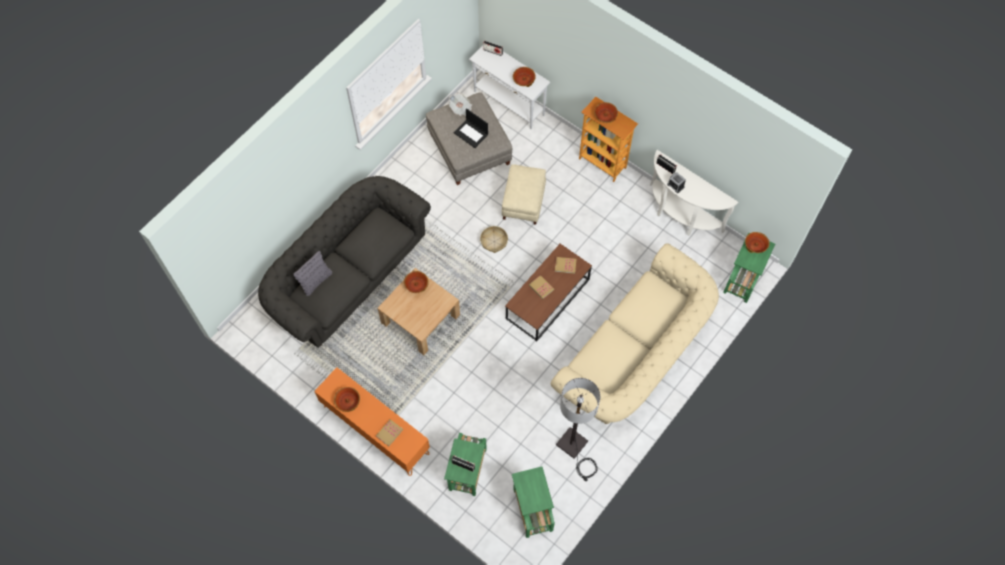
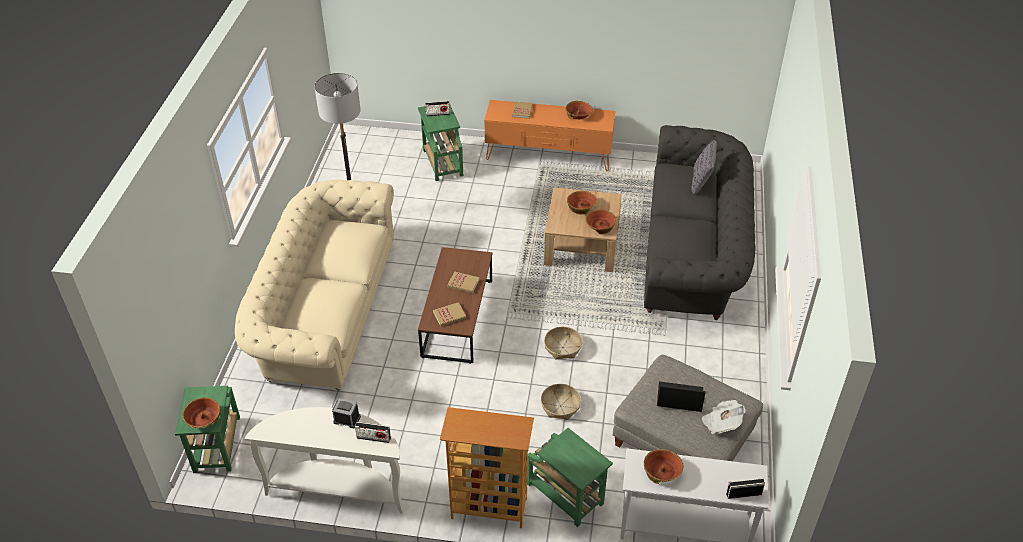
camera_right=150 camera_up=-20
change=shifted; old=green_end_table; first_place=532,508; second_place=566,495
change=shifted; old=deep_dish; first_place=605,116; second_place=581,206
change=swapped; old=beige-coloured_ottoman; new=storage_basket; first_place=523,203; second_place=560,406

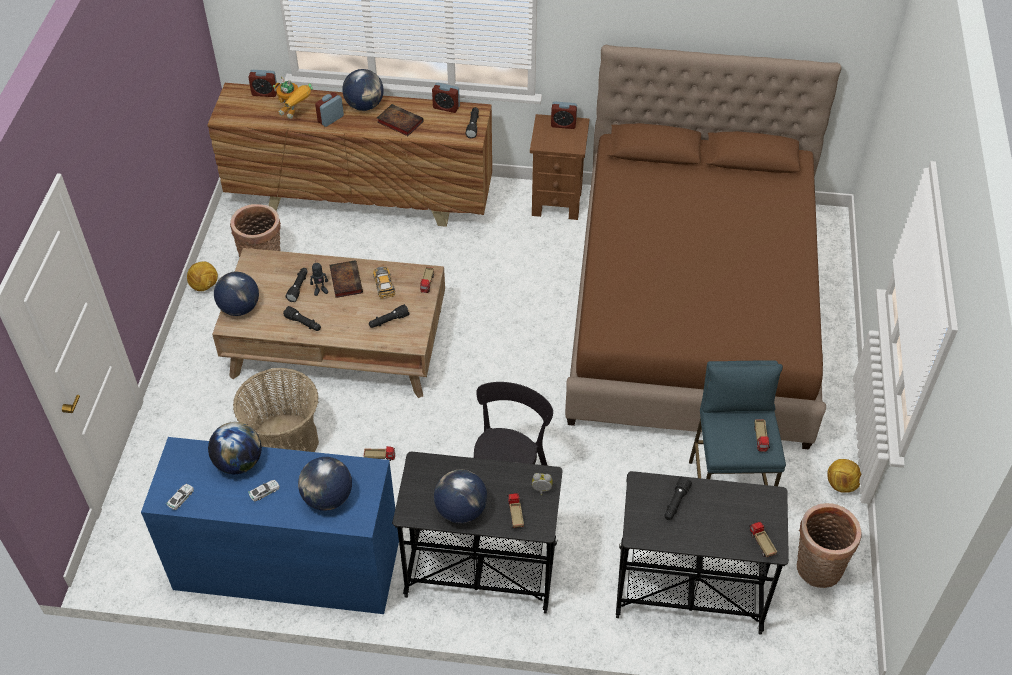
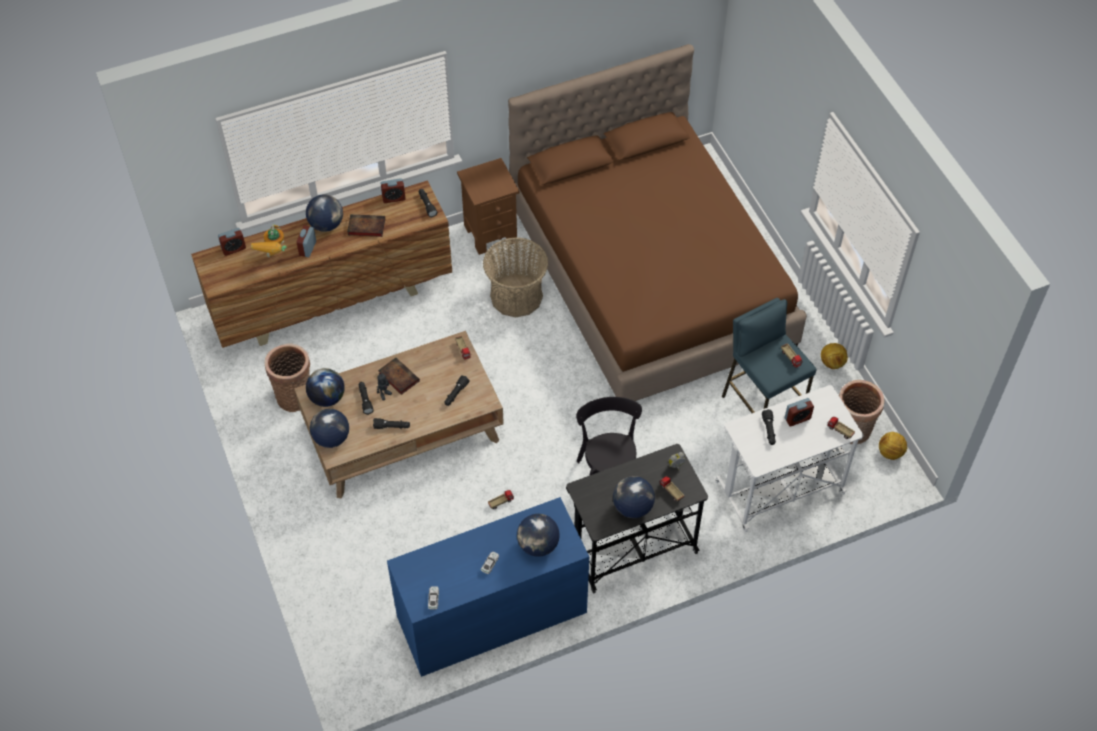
camera_right=-30 camera_up=5
change=gone; old=model_car; first_place=384,284
change=shifted; old=football; first_place=205,286; second_place=890,452
change=shifted; old=globe; first_place=238,462; second_place=327,398
change=shifted; old=storage_basket; first_place=285,442; second_place=516,296
change=shifted; old=alarm_clock; first_place=563,124; second_place=797,418
change=repainted; old=black-coloured_desk; new=whitish_desk; first_place=689,590; second_place=779,488
change=rotated; old=model_robot; first_place=295,114; second_place=275,256; degrees=90

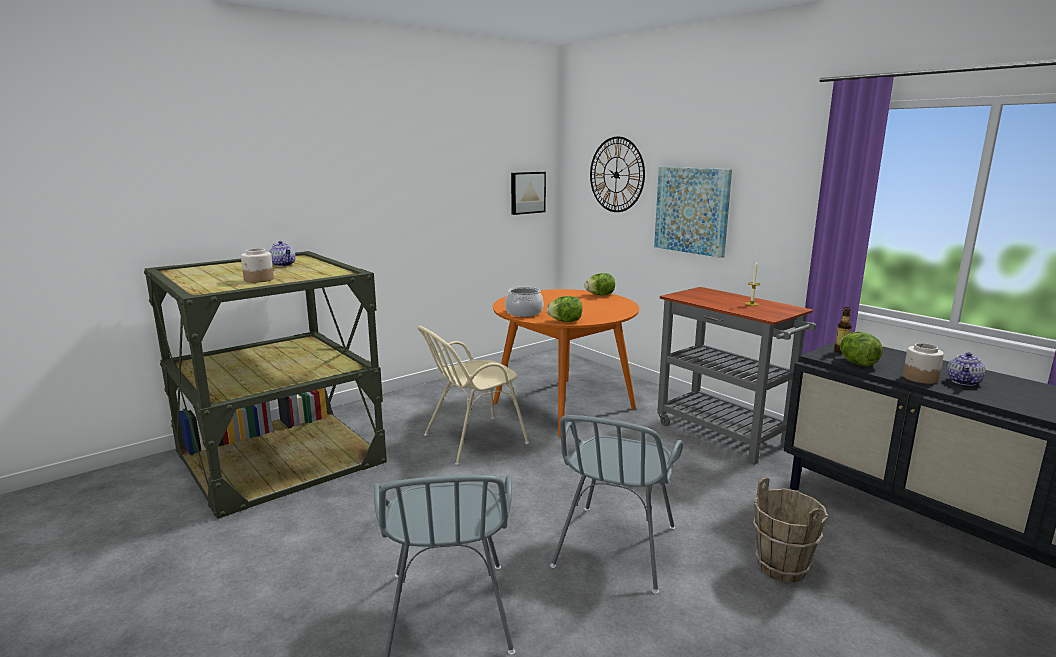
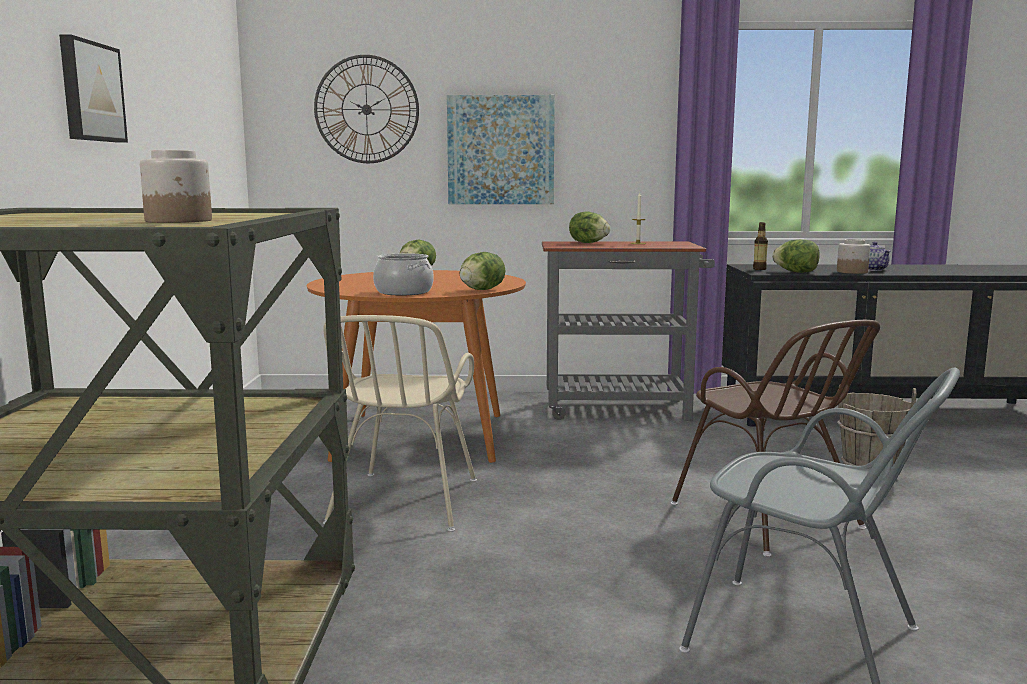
camera_right=-50 camera_up=-5
change=gone; old=teapot; first_place=283,265
change=new; new=lettuce; second_place=588,243
change=shifted; old=picture; first_place=527,192; second_place=90,92
change=repainted; old=gray_plain_chair; new=brown-coloured_plain_chair; first_place=615,550; second_place=769,518

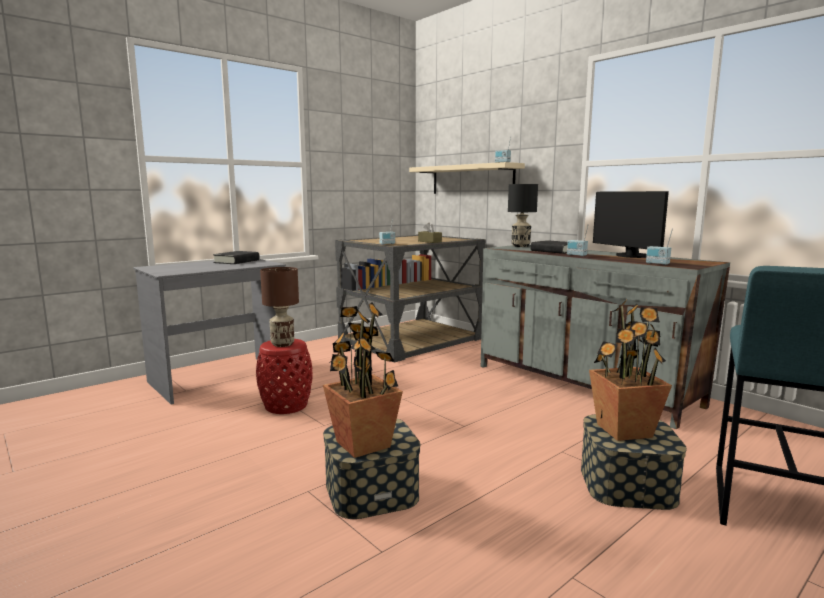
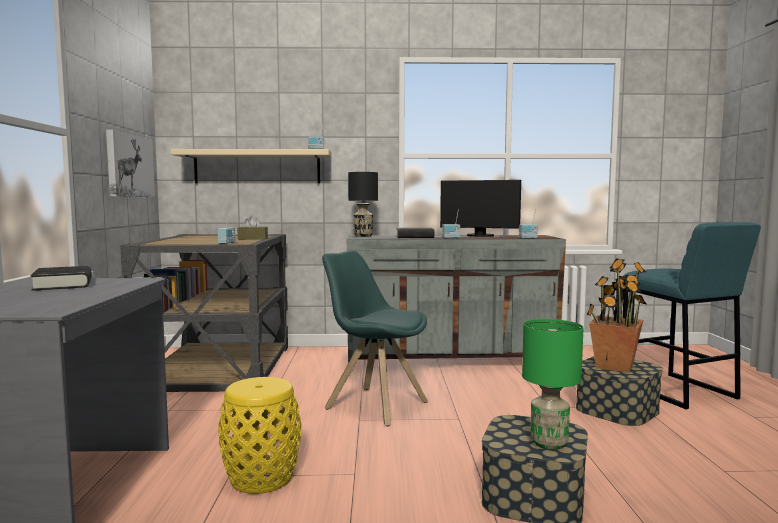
camera_right=-50 camera_up=-5
change=gone; old=brown-coloured_tabletop_lamp; first_place=283,344
change=new; new=picture; second_place=129,166
change=new; new=blue-green_plain_chair; second_place=375,405
change=swapped; old=potted_plant; new=green_tabletop_lamp; first_place=362,445; second_place=549,443
change=repainted; old=reddish_stool; new=yellowish_stool; first_place=286,406; second_place=262,478

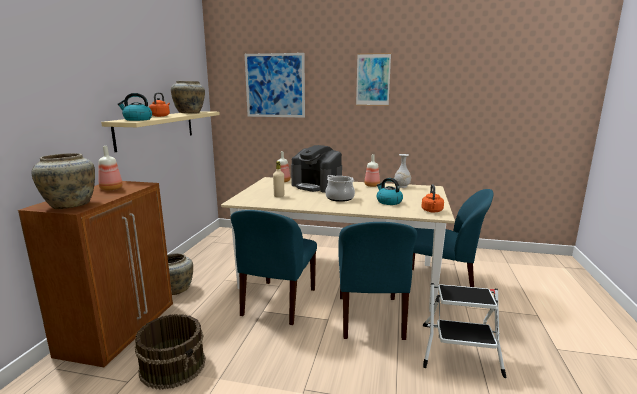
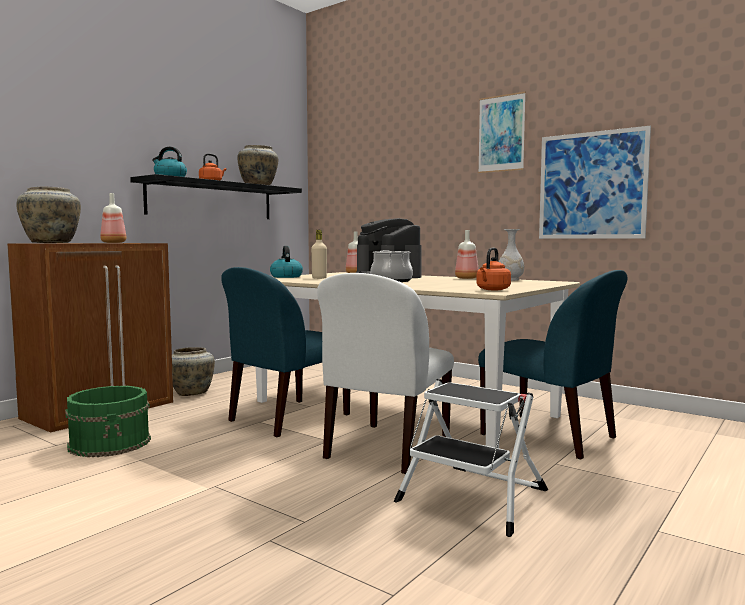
camera_right=25 camera_up=-10
change=shifted; old=picture; first_place=275,85; second_place=591,185
change=shifted; old=kettle; first_place=388,202; second_place=286,277
change=repainted; old=beige-coloured_wall_shelf; new=black-coloured_wall_shelf; first_place=157,129; second_place=212,200
change=repainted; old=brown-coloured_water_bucket; new=green_water_bucket; first_place=173,365; second_place=110,443
change=repainted; old=blue_plain_chair; new=whitish_plain_chair; first_place=370,318; second_place=386,449

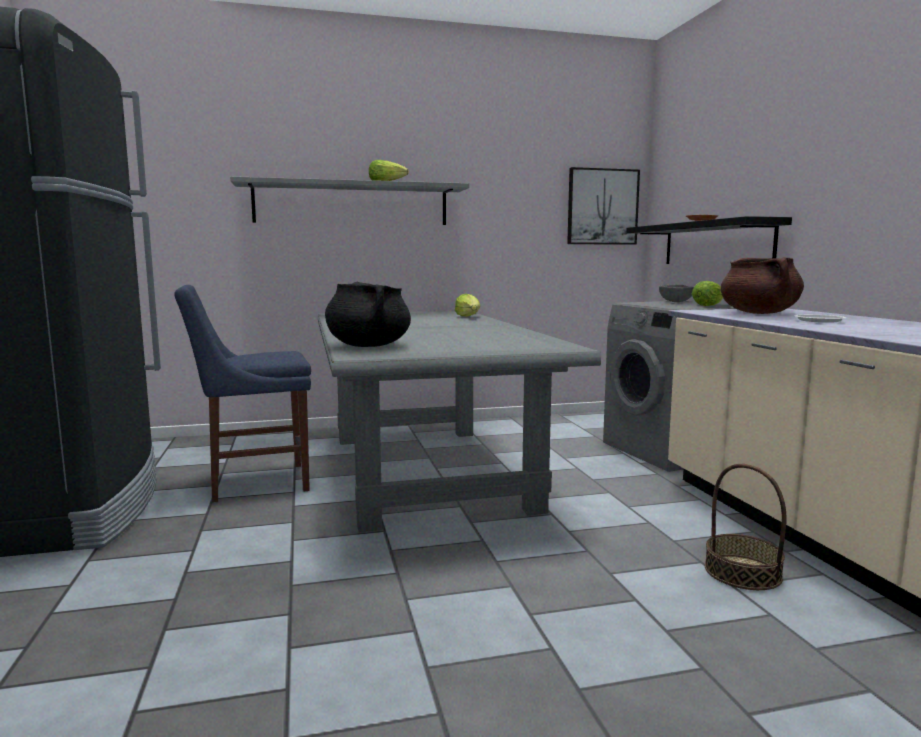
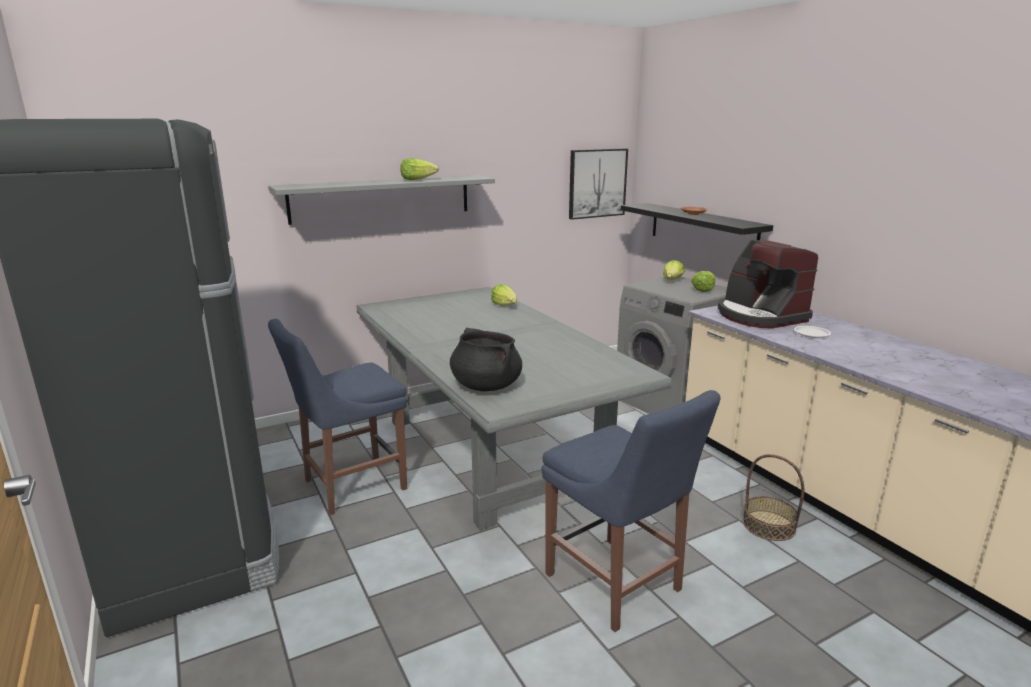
camera_right=-15 camera_up=10
change=new; new=blue_plain_chair; second_place=617,585
change=swapped; old=gray_deep_dish; new=lettuce; first_place=676,302; second_place=672,280
change=swapped; old=brown-coloured_saucepot; new=coffee_machine; first_place=759,313; second_place=759,316

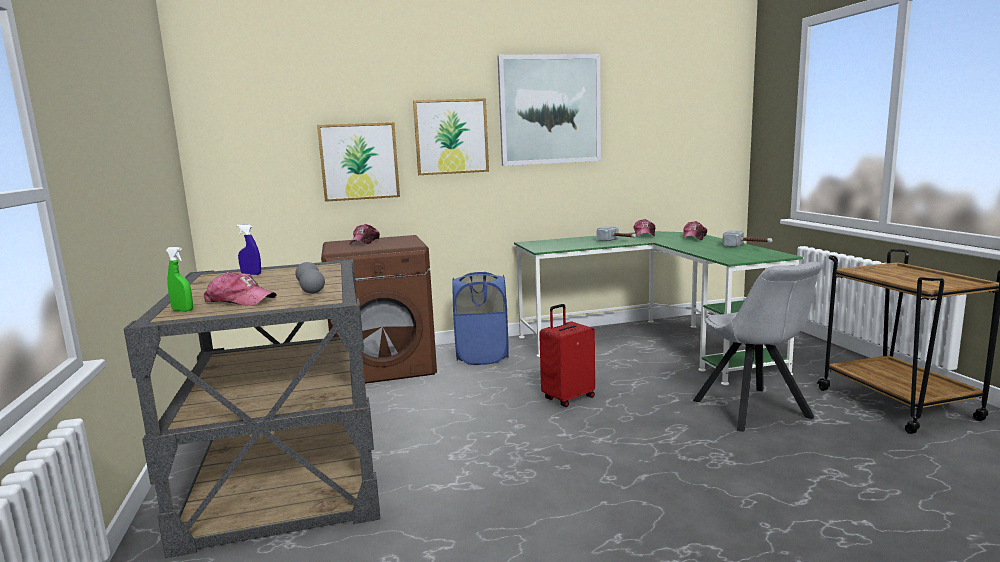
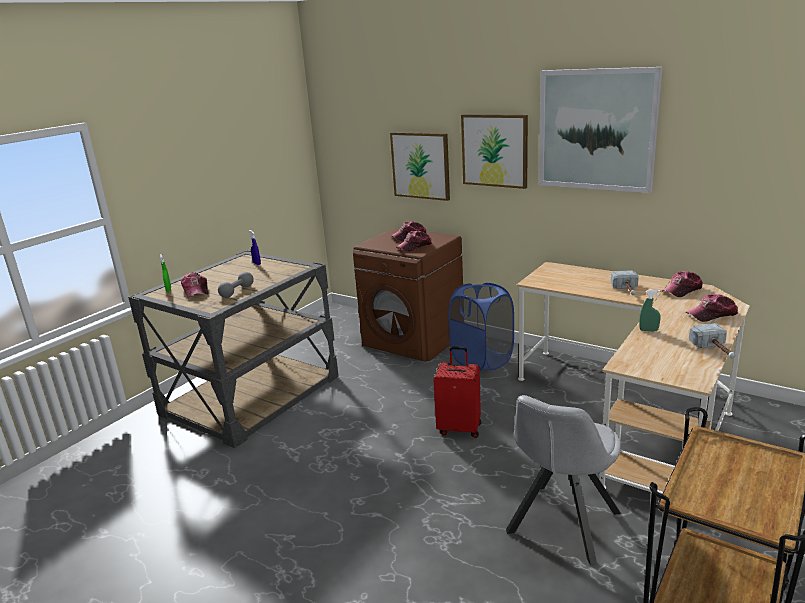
camera_right=50 camera_up=10
change=new; new=baseball_cap; second_place=414,246
change=new; new=green_hand_sprayer; second_place=648,330
change=repainted; old=green_desk; new=beige-coloured_desk; first_place=650,344; second_place=634,412

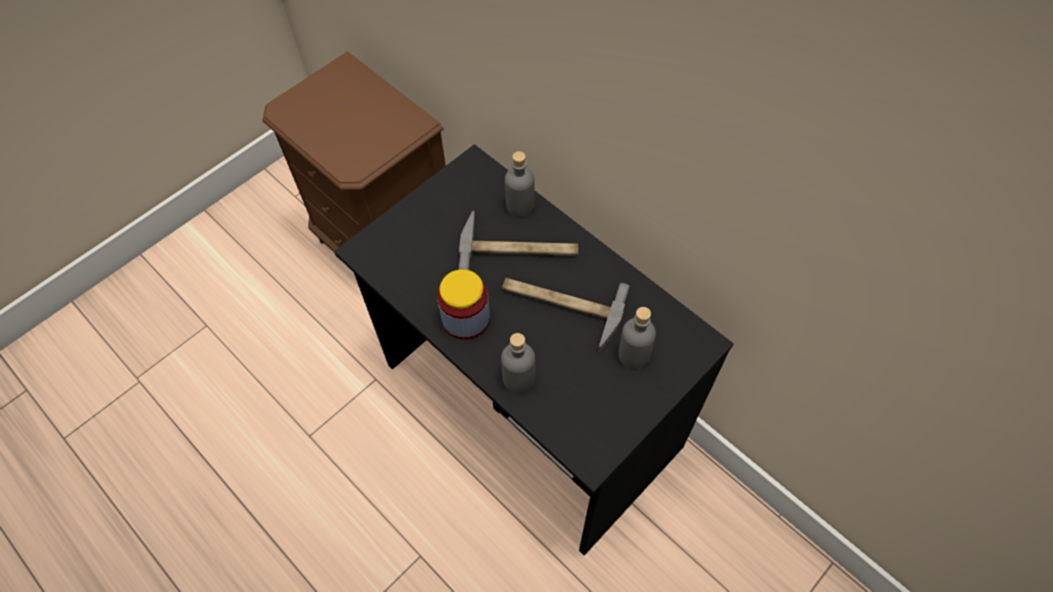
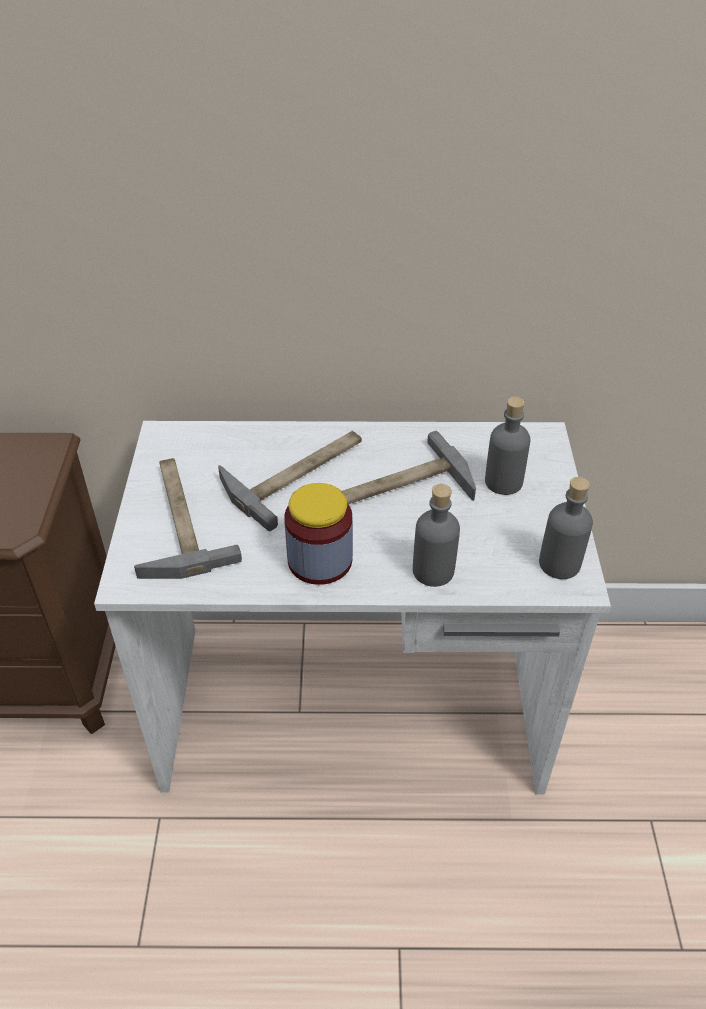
camera_right=-45 camera_up=-15
change=new; new=hand_hammer; second_place=177,519
change=shifted; old=gray_bottle; first_place=520,205; second_place=559,564
change=repainted; old=black-coloured_desk; new=whitish_desk; first_place=529,408; second_place=354,711

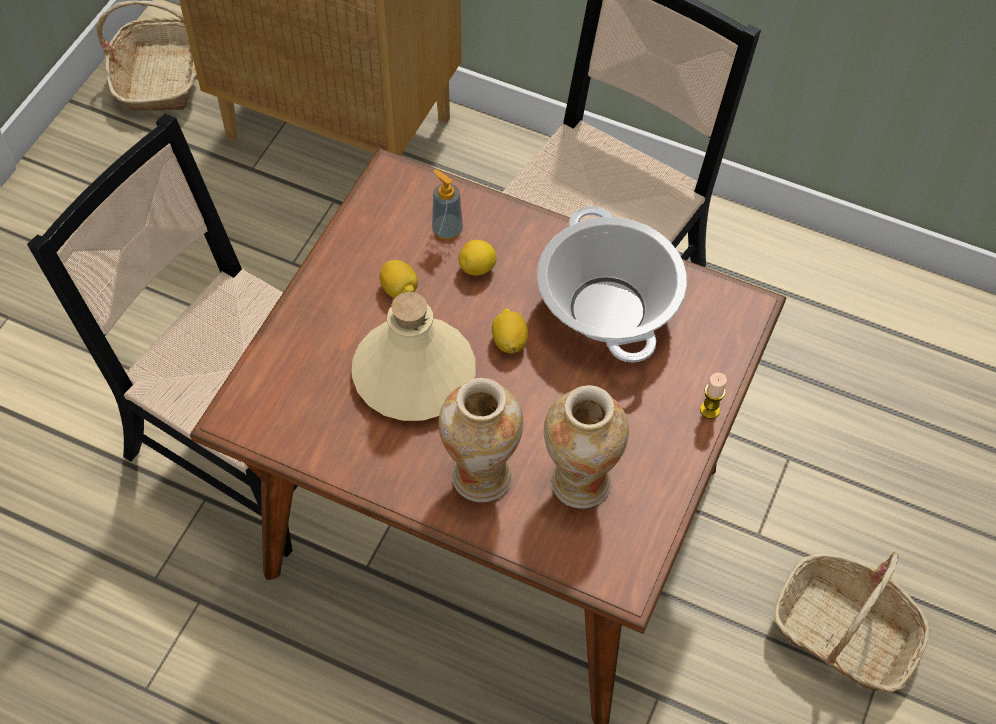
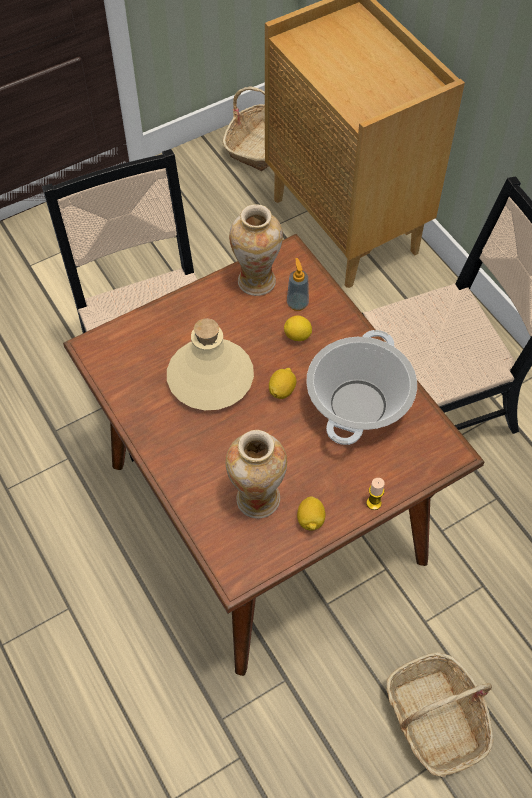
camera_right=35 camera_up=0
change=shifted; old=citrus_fruit; first_place=399,289; second_place=310,520
change=shifted; old=vase; first_place=481,475; second_place=256,281

